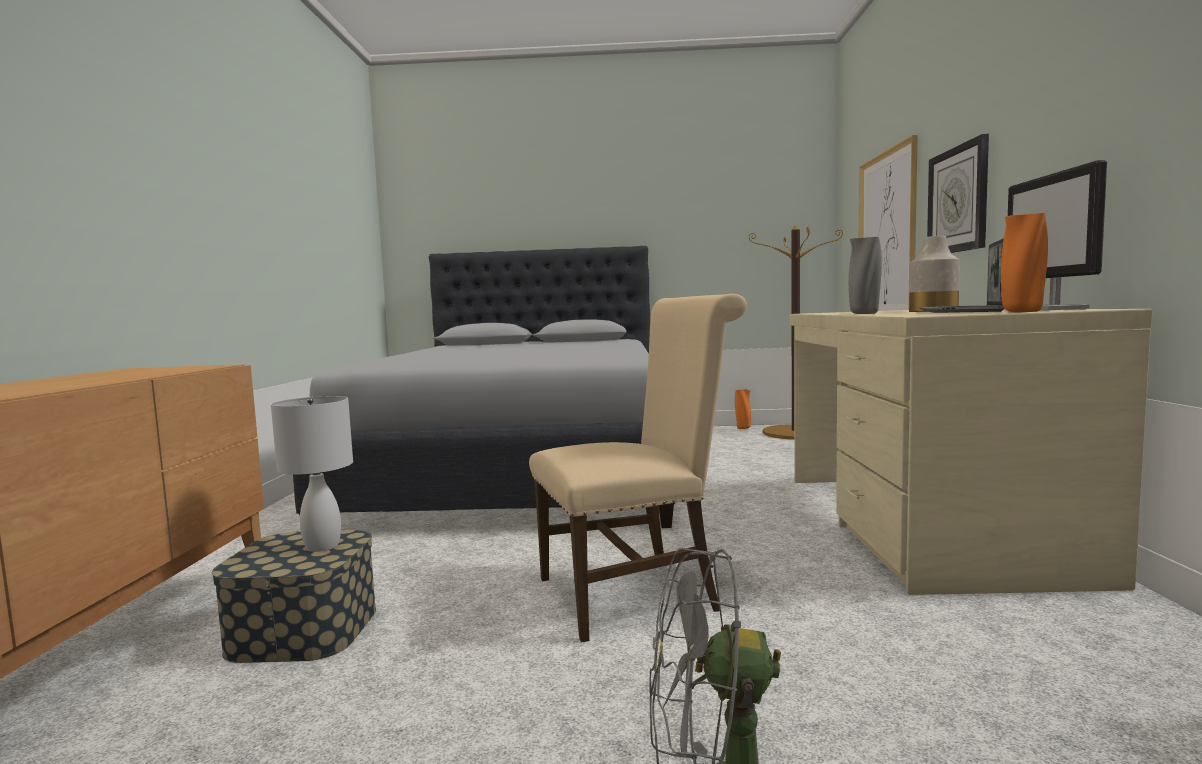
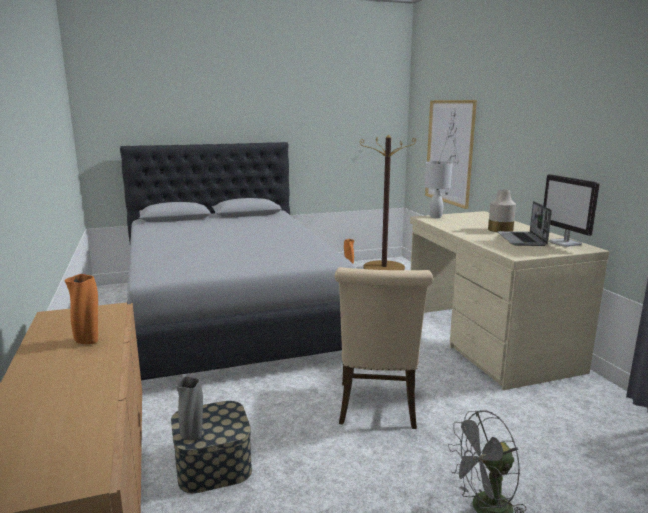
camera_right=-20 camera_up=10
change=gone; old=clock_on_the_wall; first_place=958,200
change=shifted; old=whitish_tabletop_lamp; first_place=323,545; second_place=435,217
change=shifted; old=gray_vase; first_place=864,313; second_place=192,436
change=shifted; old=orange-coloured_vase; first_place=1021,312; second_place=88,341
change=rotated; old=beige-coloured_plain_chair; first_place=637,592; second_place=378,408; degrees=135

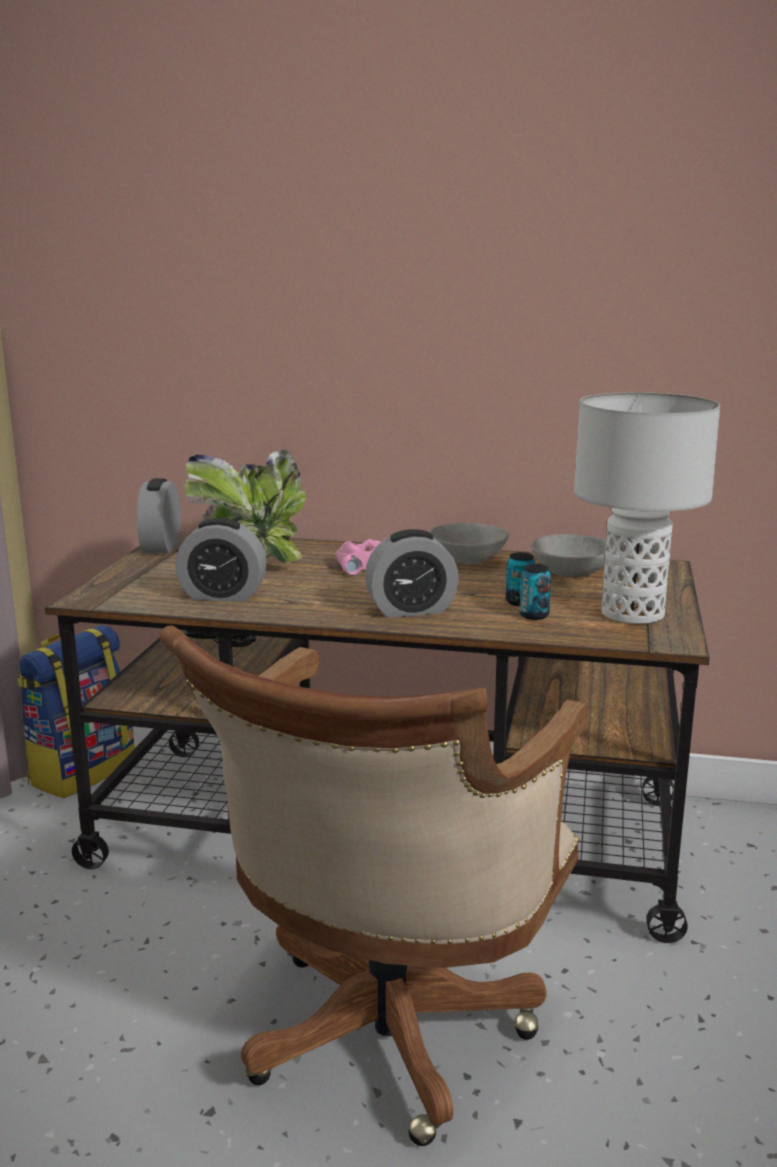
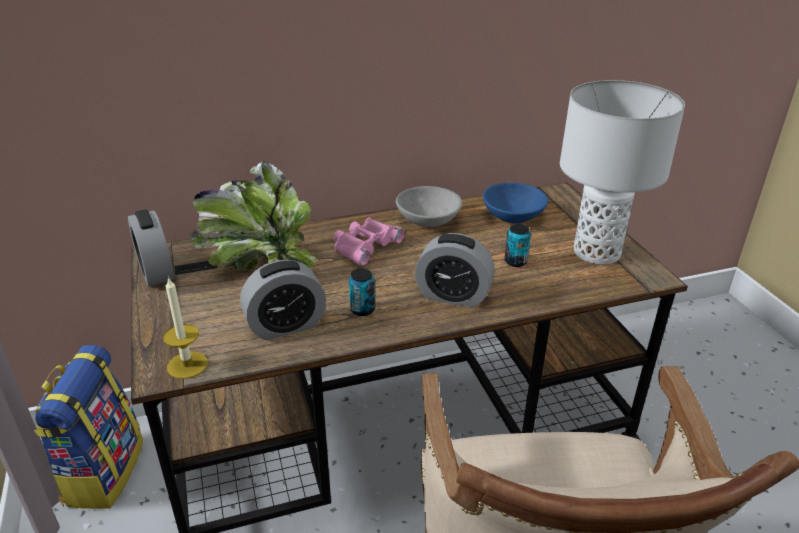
camera_right=-30 camera_up=15
change=new; new=wax_candle; second_place=187,365
change=shifted; old=metal_can; first_place=534,615; second_place=362,309
change=repainted; old=gray_deep_dish; new=blue_deep_dish; first_place=572,573; second_place=513,217
change=rotated; old=alarm_clock; first_place=411,610; second_place=453,296; degrees=60

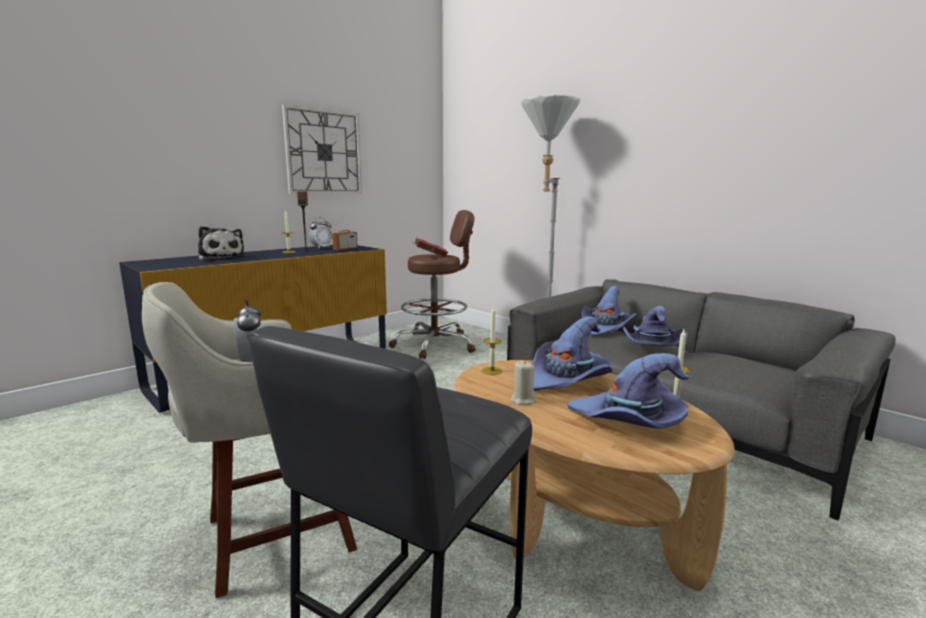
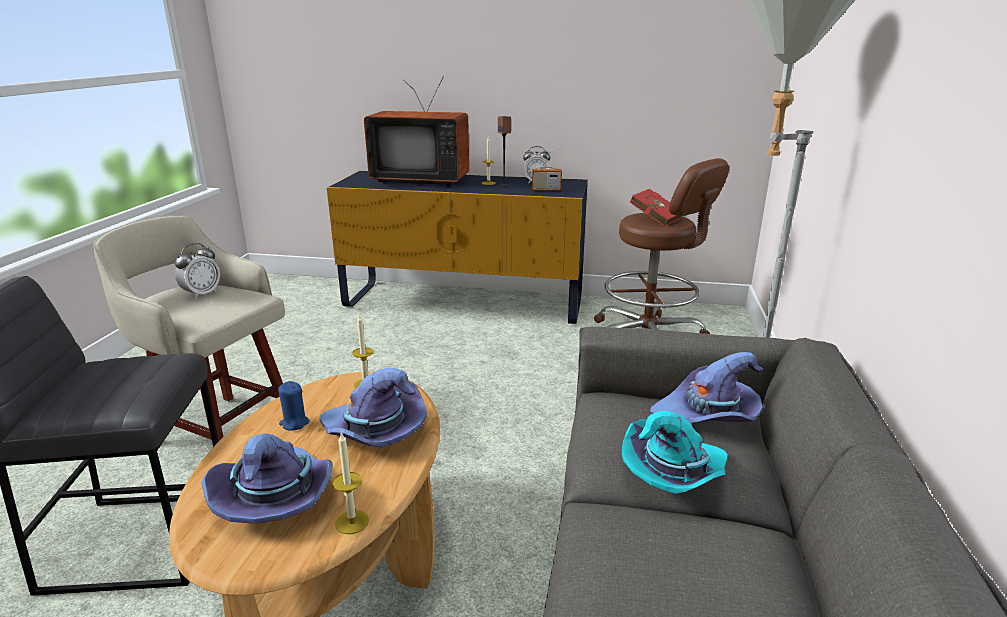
camera_right=55 camera_up=10
change=gone; old=clock_on_the_wall; first_place=324,152
change=swapped; old=plush_toy; new=TV_set; first_place=221,257; second_place=421,180
change=repainted; old=beige-coloured_wax_candle; new=blue_wax_candle; first_place=523,400; second_place=294,423
change=repainted; old=purplish_wearable_hat; new=blue-green_wearable_hat; first_place=650,347; second_place=674,473

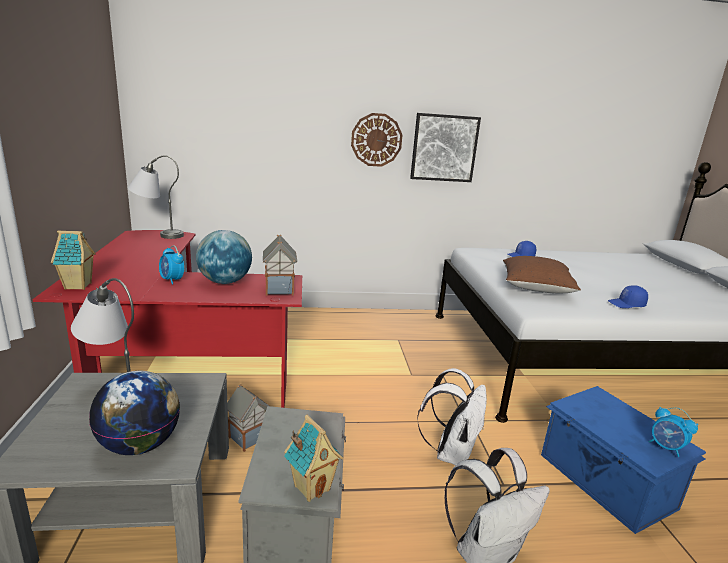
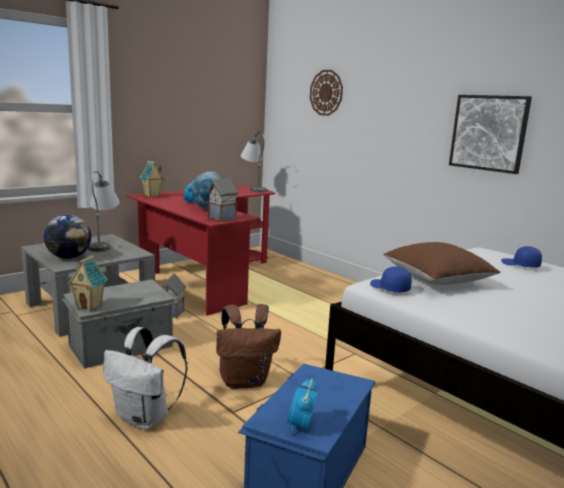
camera_right=55 camera_up=-5
change=shifted; old=clock_on_the_wall; first_place=376,140; second_place=326,92
change=shifted; old=blue_baseball_cap; first_place=626,304; second_place=389,288
change=repainted; old=whitish_backpack; new=brown-coloured_backpack; first_place=451,453; second_place=245,381

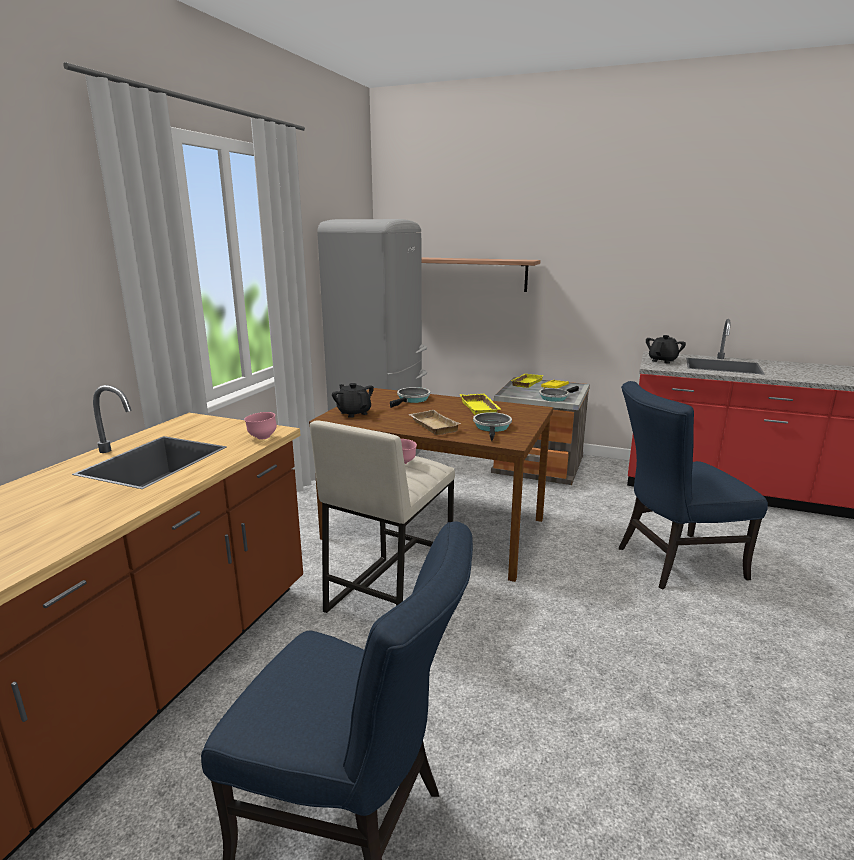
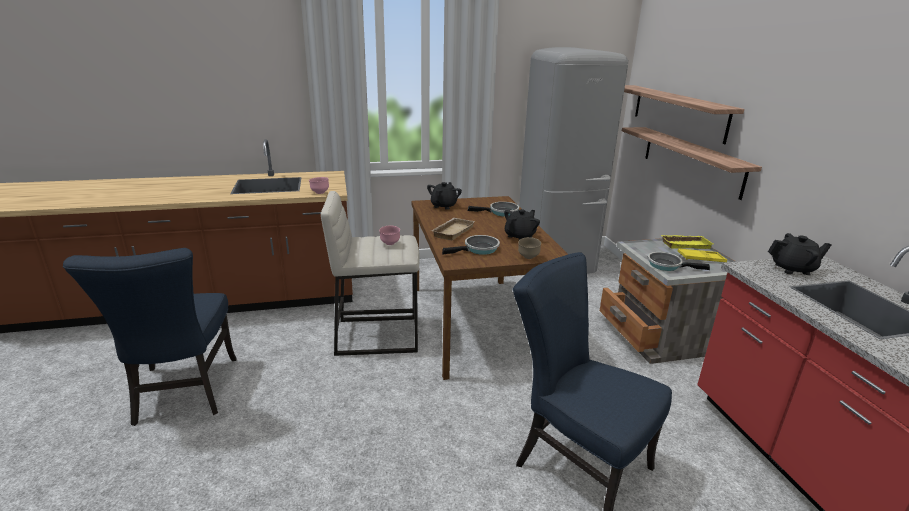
camera_right=55 camera_up=5
change=new; new=brown-coloured_deep_dish; second_place=528,257
change=new; new=wall_shelf; second_place=691,160
change=swapped; old=yellowish_serving_tray; new=black-coloured_teapot; first_place=481,408; second_place=520,236

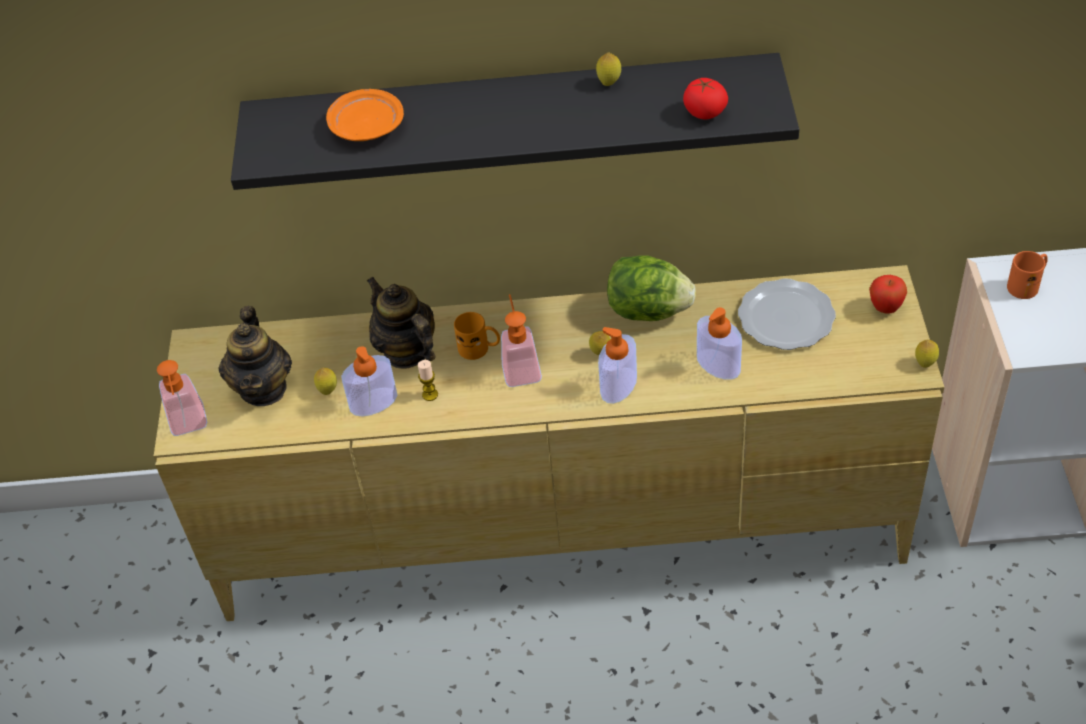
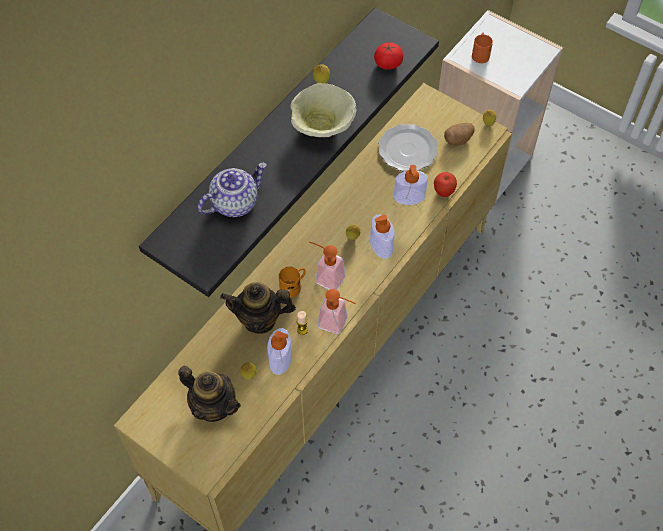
camera_right=-55 camera_up=10
change=gone; old=lettuce; first_place=648,310
change=new; new=beige-coloured_deep_dish; second_place=322,127
change=new; new=potato; second_place=458,140
change=shifted; old=soap_bottle; first_place=189,426; second_place=337,324
change=shifted; old=whole_apple; first_place=885,308; second_place=443,192
change=swapped; old=orange-coloured_dinner_plate; new=teapot; first_place=366,126; second_place=234,202

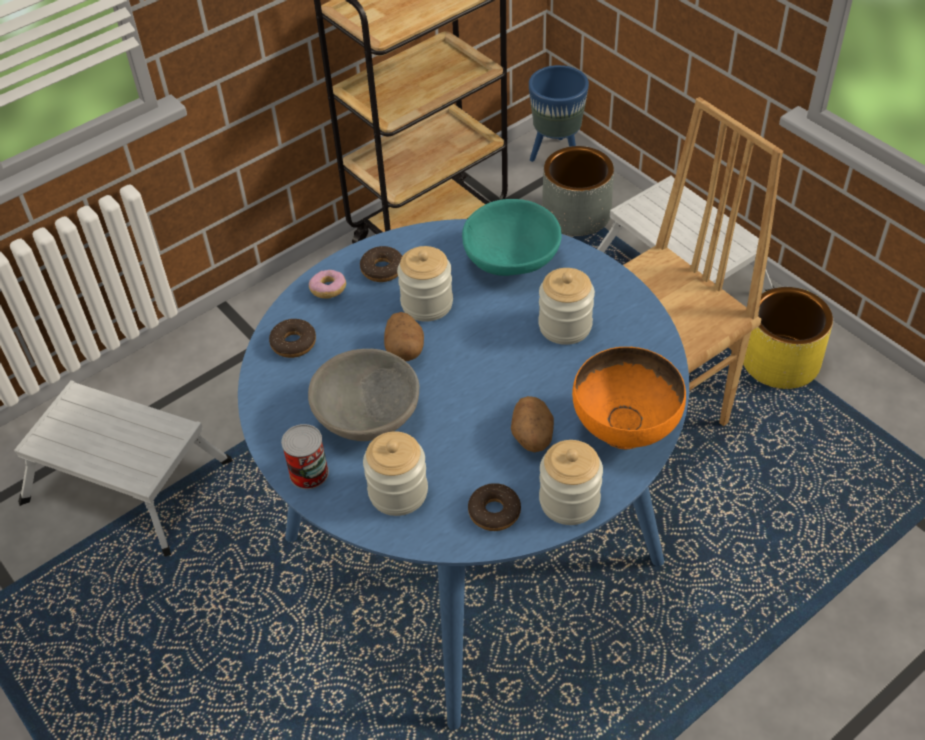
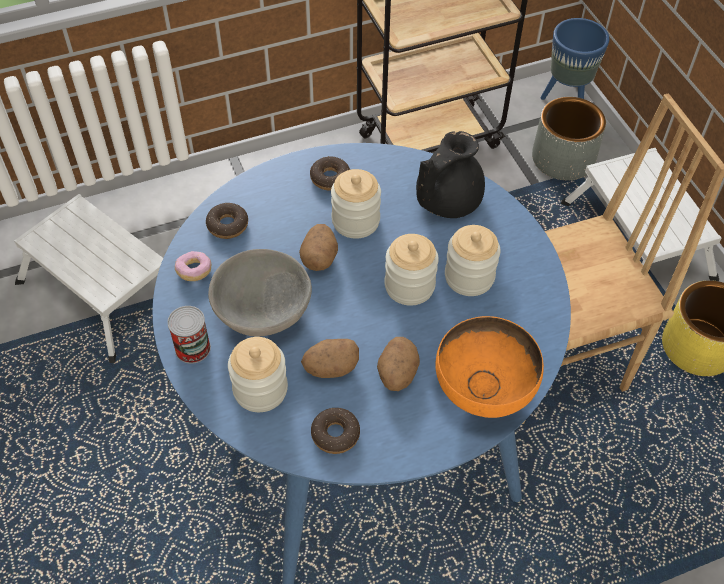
camera_right=15 camera_up=5
change=new; new=potato; second_place=330,367
change=shifted; old=donut; first_place=328,290; second_place=194,271
change=shifted; old=storage_jar; first_place=569,501; second_place=409,286
change=swapped; old=blue-green_deep_dish; new=black-coloured_teapot; first_place=510,260; second_place=445,200

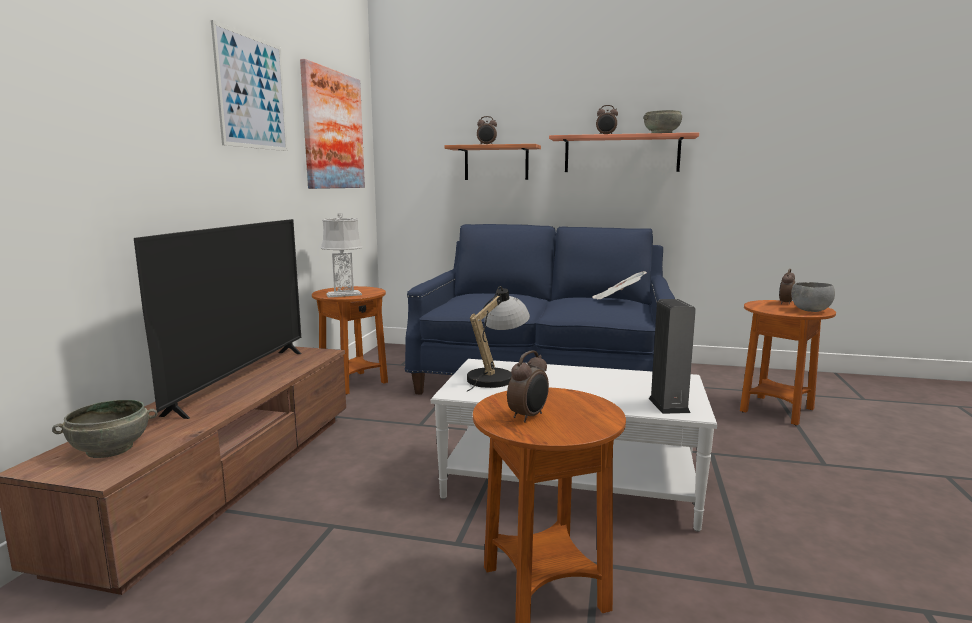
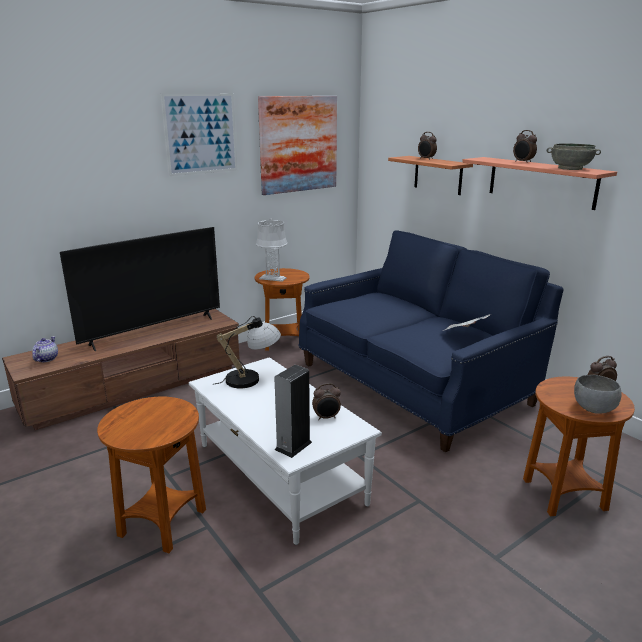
camera_right=40 camera_up=10
change=shifted; old=alarm_clock; first_place=529,416; second_place=326,417
change=swapped; old=gray_deep_dish; new=teapot; first_place=110,449; second_place=46,359

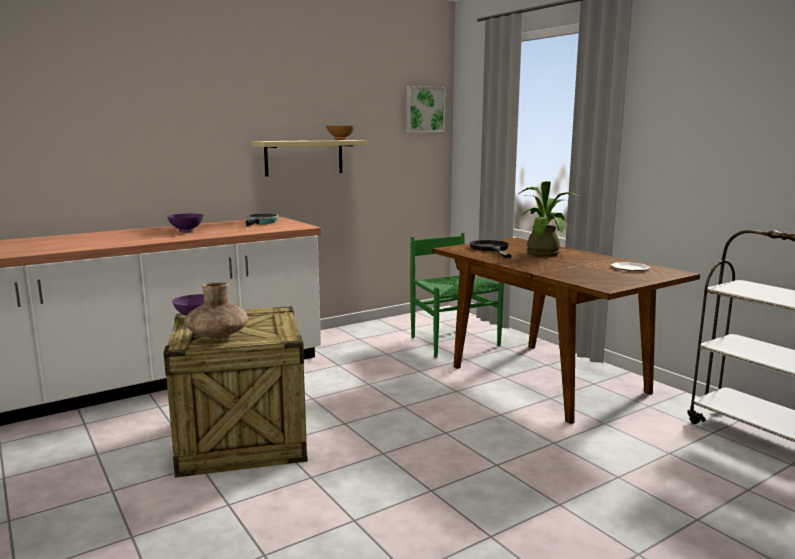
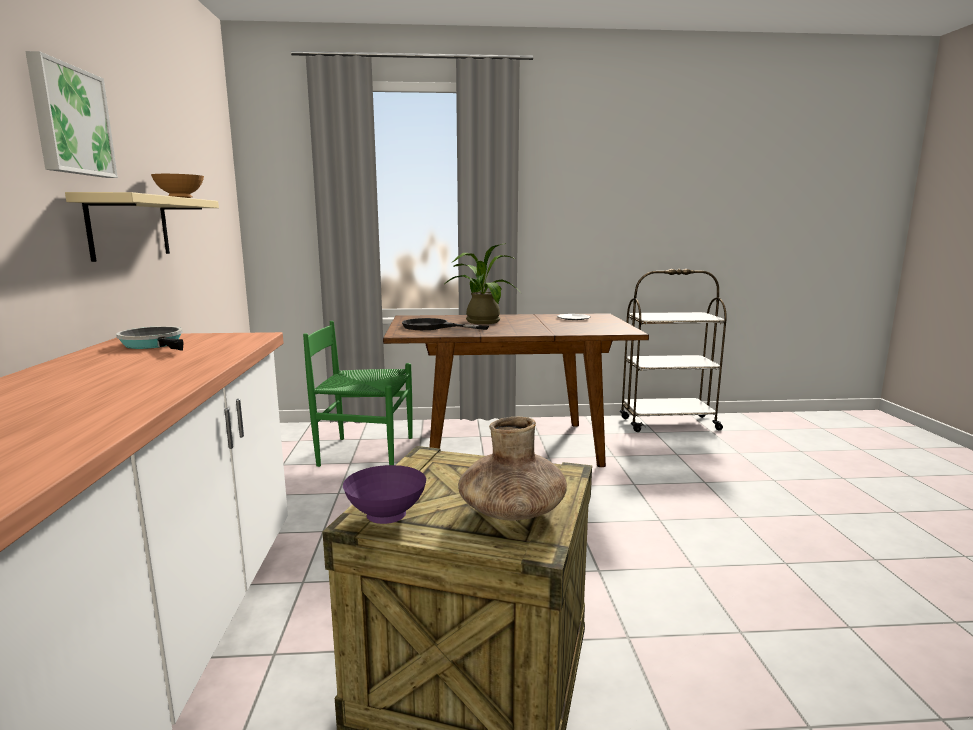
camera_right=-60 camera_up=0
change=gone; old=purplish_deep_dish; first_place=186,232
change=shifted; old=picture; first_place=424,109; second_place=69,121

